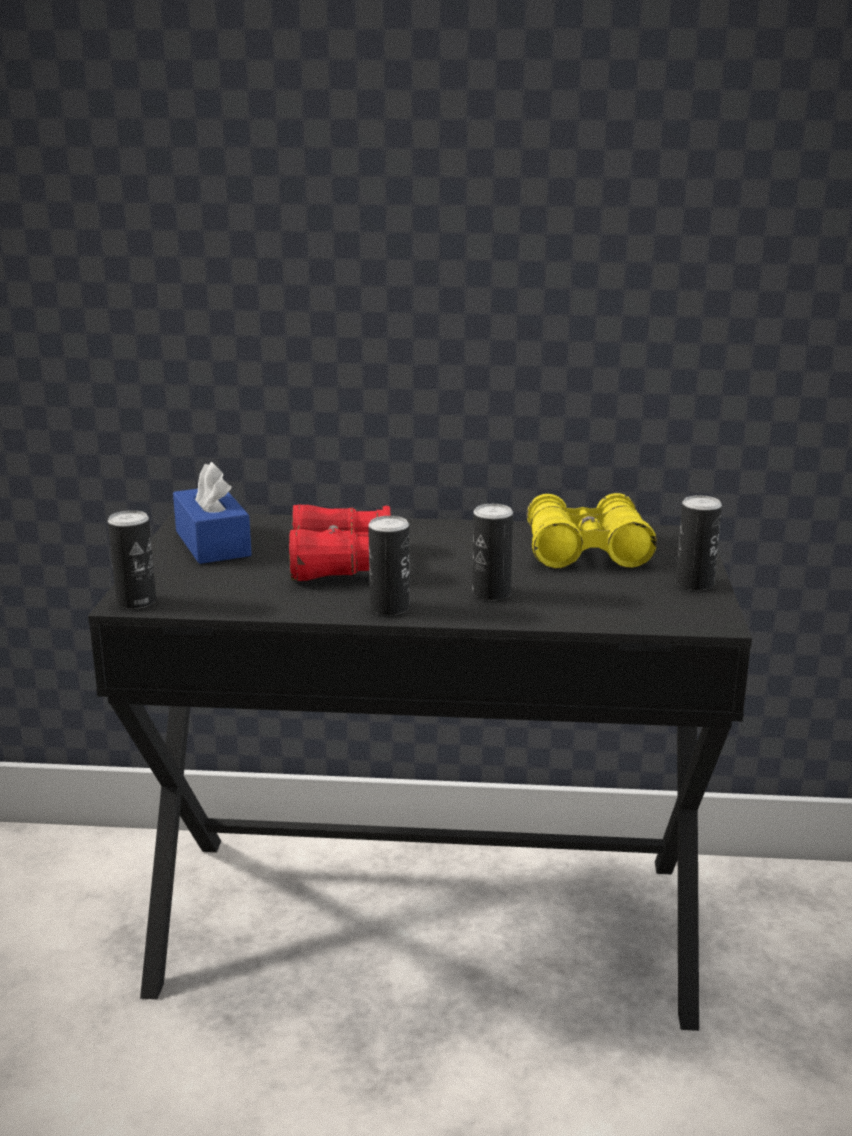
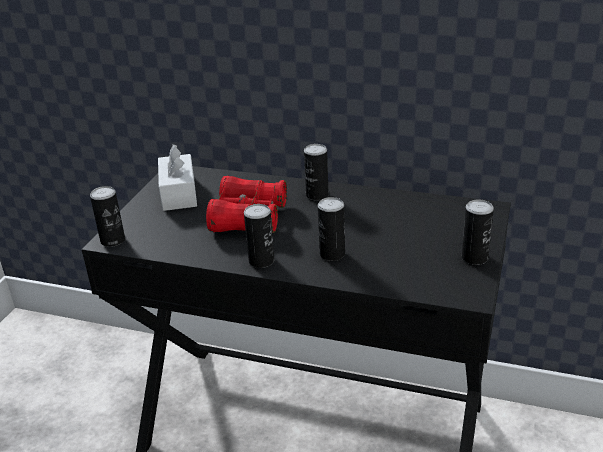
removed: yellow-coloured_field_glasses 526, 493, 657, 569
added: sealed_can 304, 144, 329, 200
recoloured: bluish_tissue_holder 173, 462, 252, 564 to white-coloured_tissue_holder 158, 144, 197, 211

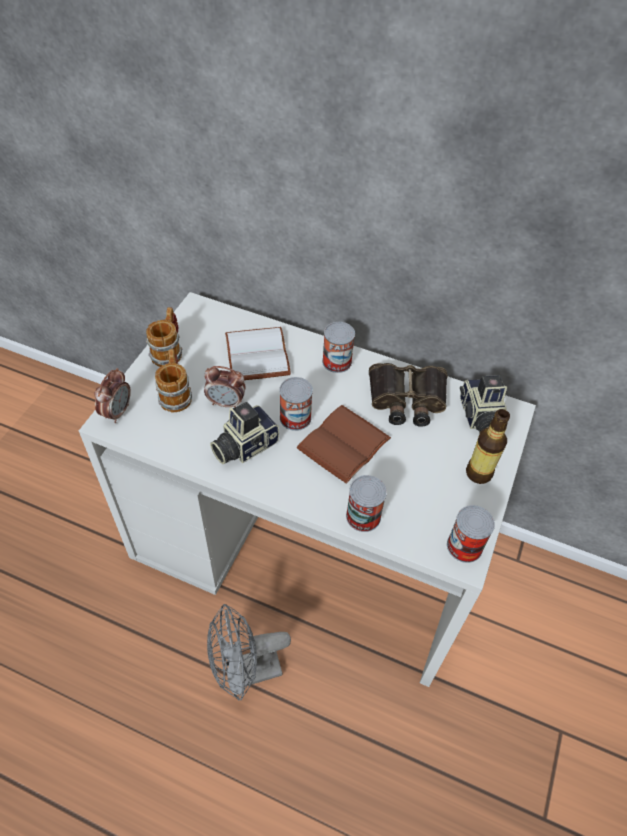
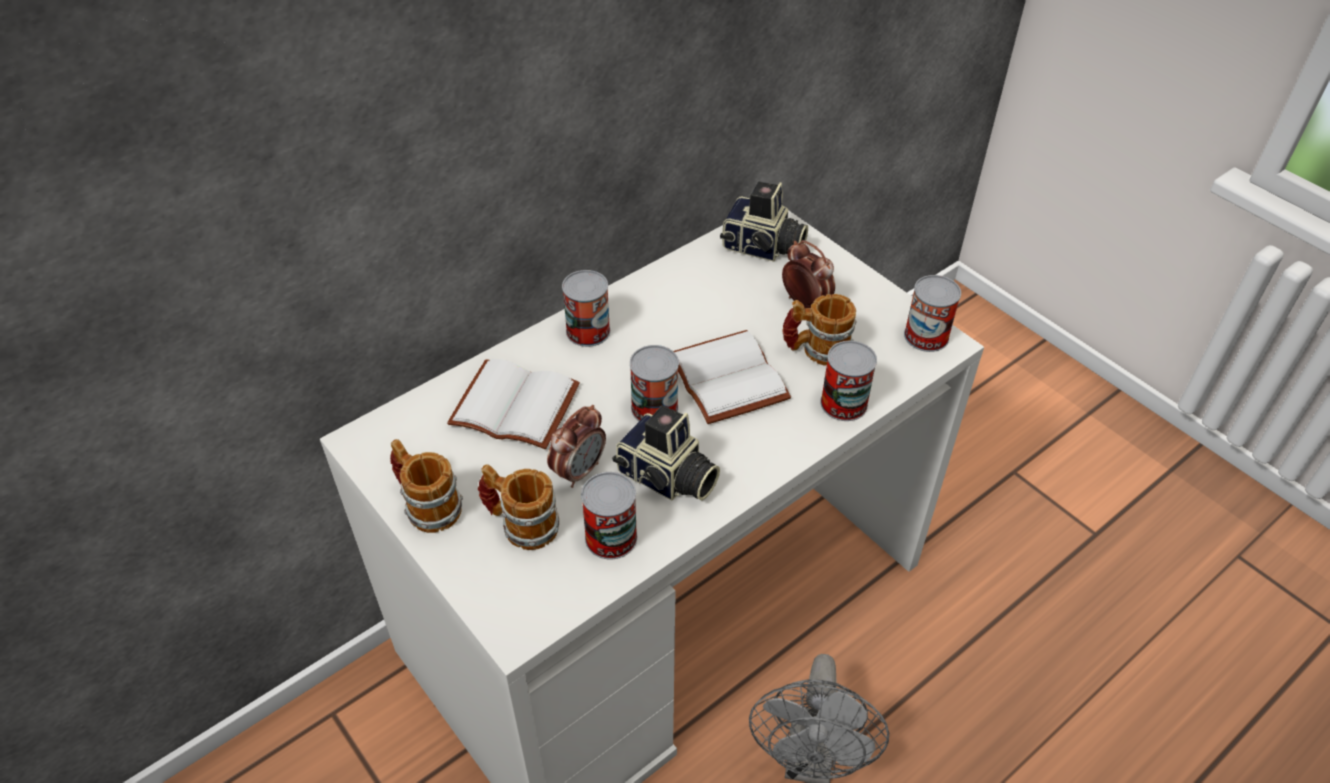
removed: field_glasses 369, 363, 448, 427; bottle 466, 409, 510, 484
added: sealed_can 581, 472, 637, 559; coffee_mug 782, 294, 856, 365
moved: table_clock 94, 368, 131, 423 to 782, 240, 835, 308
recoloured: brownish_book 297, 405, 391, 484 to white-coloured_book 673, 330, 791, 424
turned: photo_camera 210, 402, 279, 464 = 612, 406, 720, 501 45 degrees counterclockwise

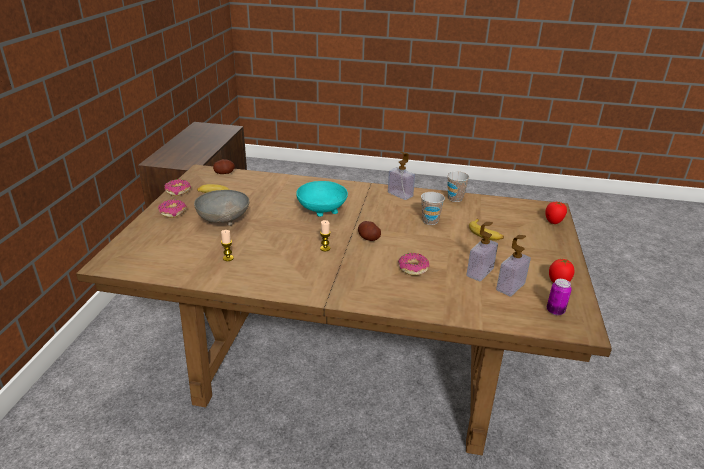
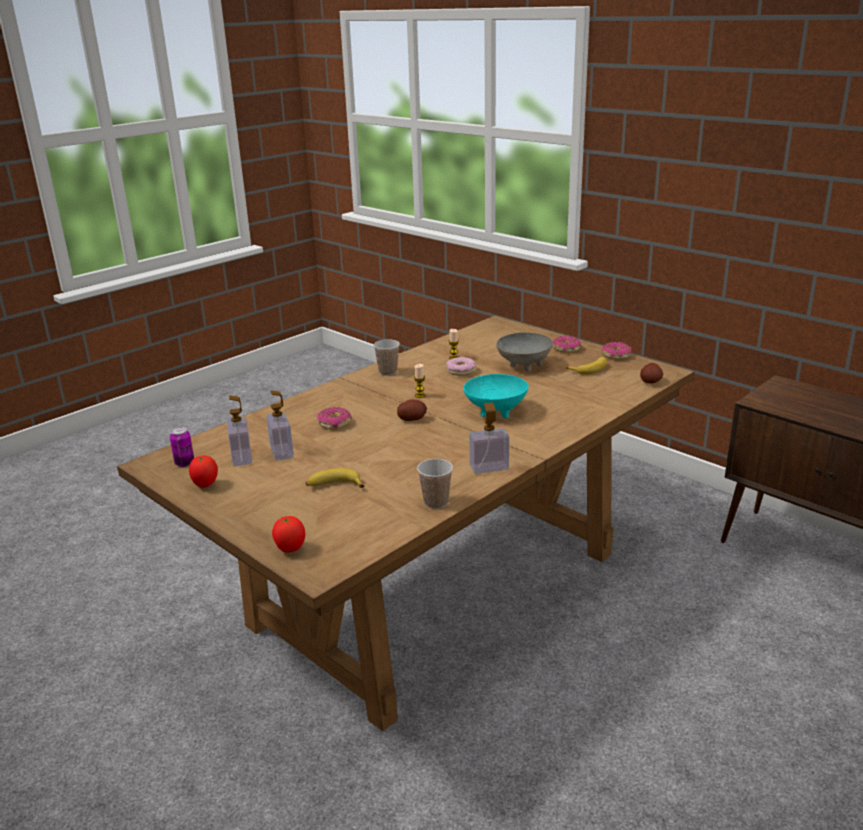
added: ring_doughnut 446, 357, 476, 376
moved: drinking_cup 421, 192, 445, 225 to 373, 339, 400, 376

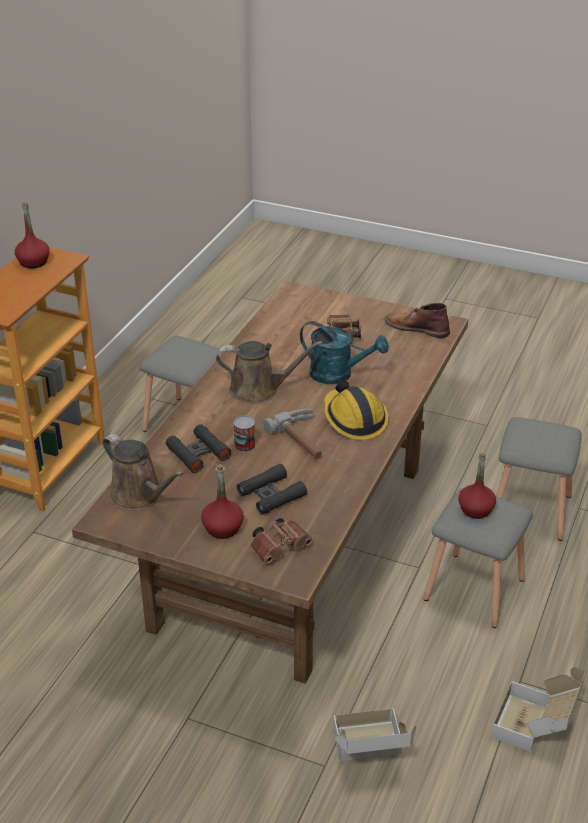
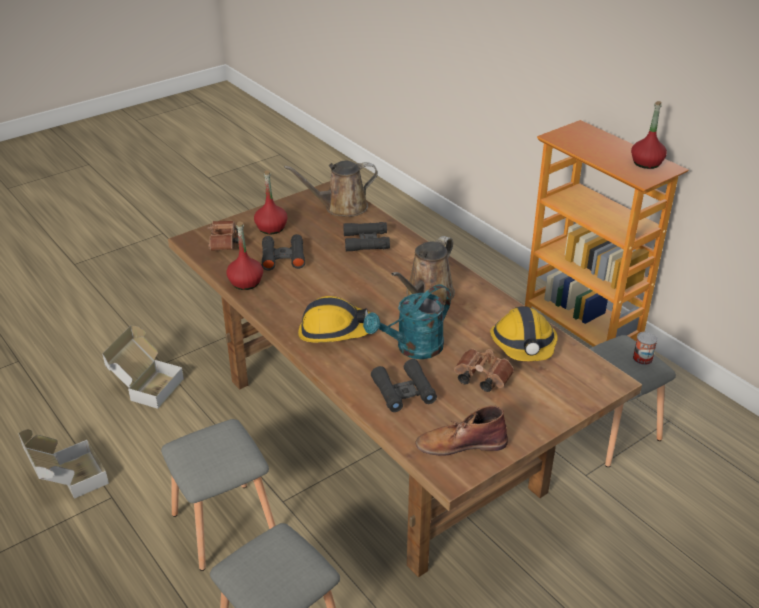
removed: tool_hammer 263, 409, 322, 459
added: black-coloured_field_glasses 371, 359, 437, 412; safety_helmet 490, 306, 558, 361
moved: sealed_can 234, 416, 256, 452 to 633, 332, 658, 365; reddish_bottle 459, 453, 496, 519 to 227, 222, 263, 290
turned: brownish_tall_boot 384, 303, 450, 338 = 415, 406, 508, 456 150 degrees counterclockwise

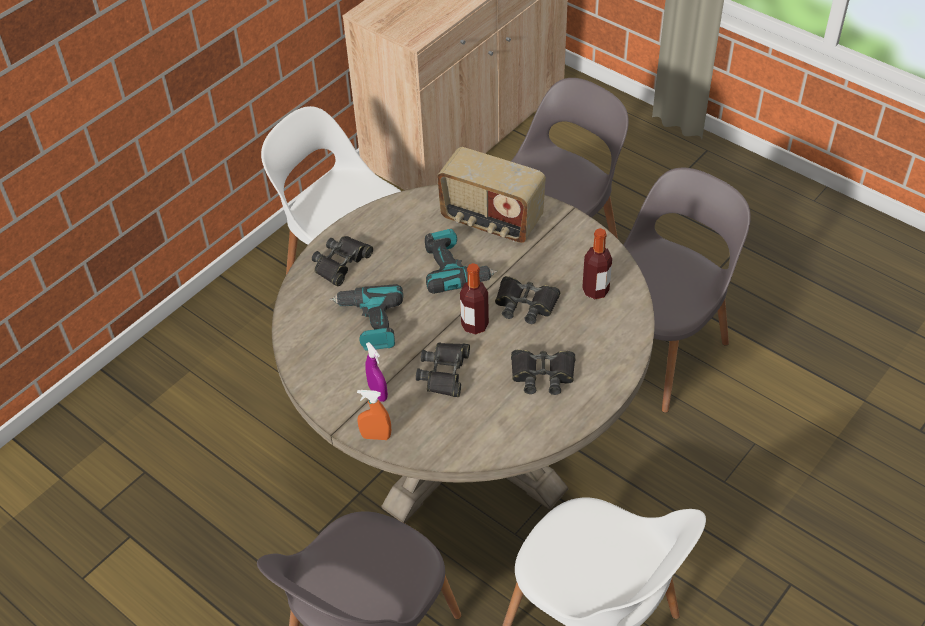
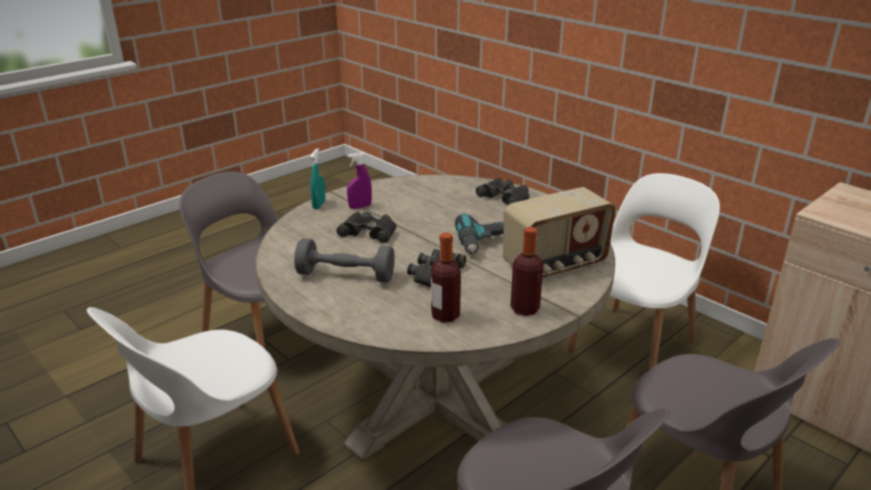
removed: drill 330, 284, 403, 351
moved: bottle 460, 263, 489, 335 to 511, 227, 543, 316
replaced: black-coloured_field_glasses 511, 349, 575, 395 to gray_free_weight 294, 238, 395, 283
recoloured: orange-coloured_spray_bottle 357, 390, 391, 440 to turquoise_spray_bottle 310, 148, 325, 209
turned: radio_receiver 437, 147, 546, 243 = 503, 187, 616, 278 150 degrees counterclockwise

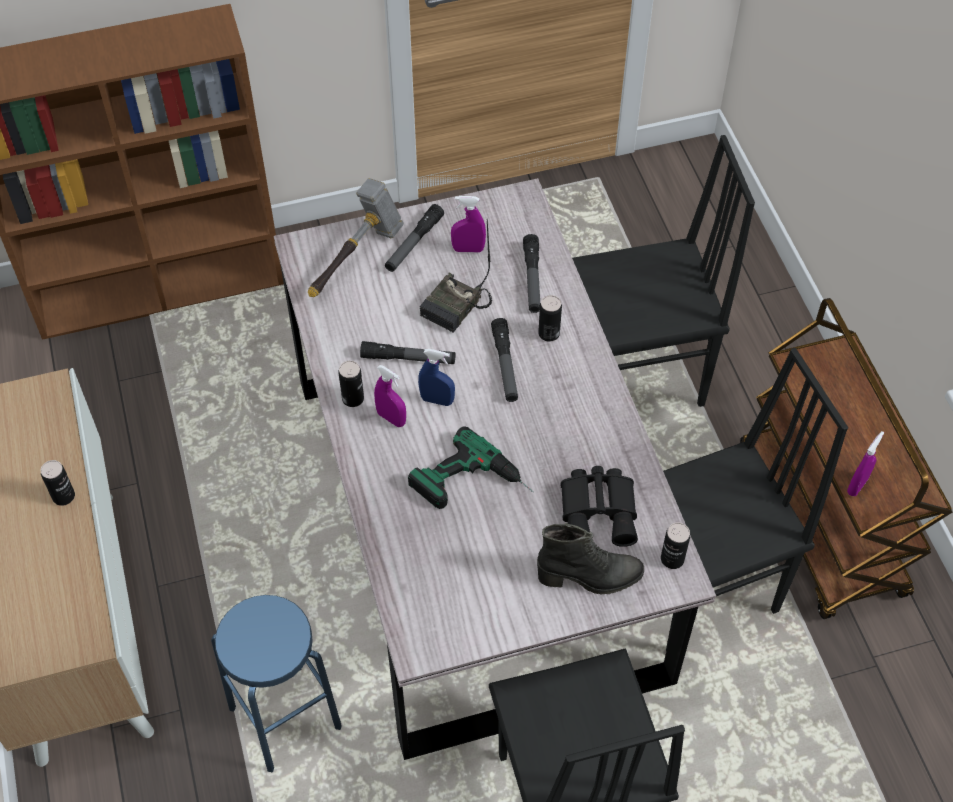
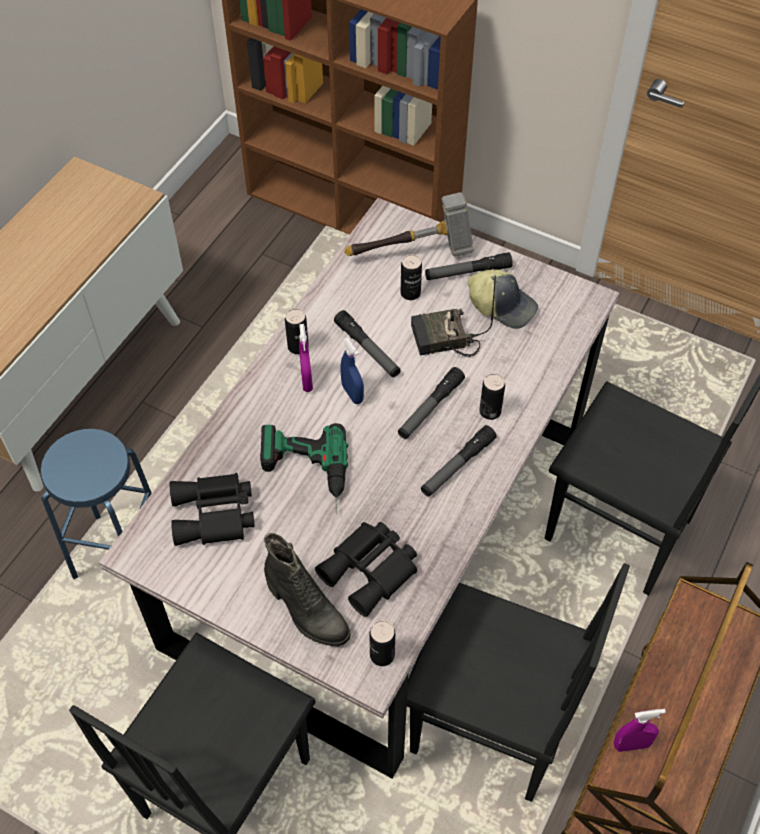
added: black-coloured_field_glasses 170, 473, 255, 546
moved: sealed_can 41, 460, 75, 506 to 401, 254, 422, 300; torch 523, 234, 540, 313 to 421, 425, 497, 497
replaced: purplish_spray_bottle 451, 196, 486, 252 to cap 468, 269, 538, 329

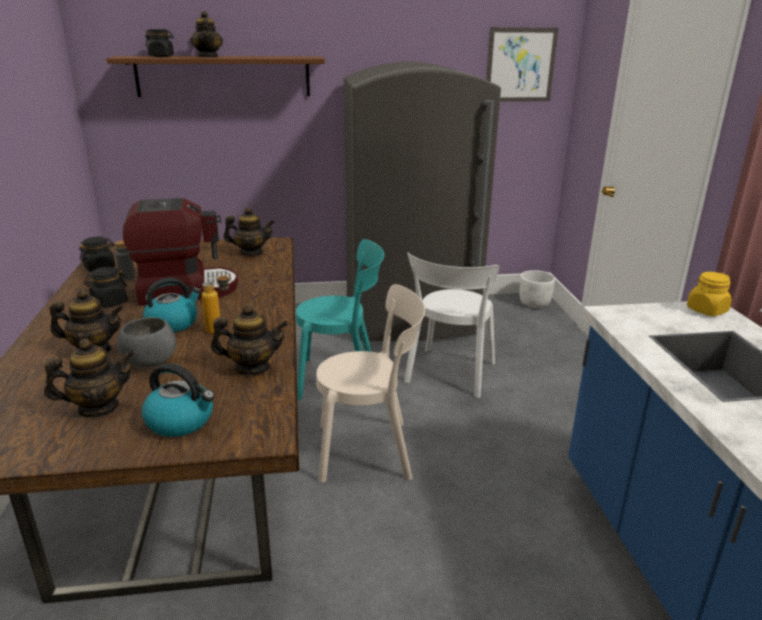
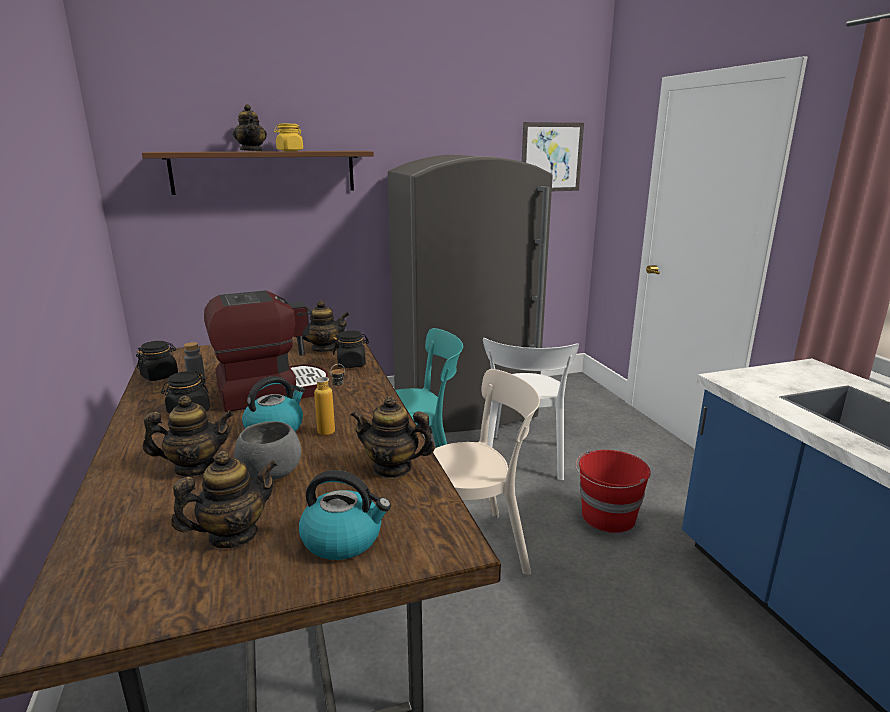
removed: white-coloured_planter 520, 270, 555, 308
added: reddish_pail 576, 450, 651, 533
moved: black-coloured_storage_jar 145, 29, 174, 57 to 333, 331, 369, 368; yellow-coloured_storage_jar 687, 272, 732, 316 to 274, 124, 303, 151
turned: pot_for_tea 211, 304, 288, 375 = 351, 396, 435, 479 150 degrees counterclockwise

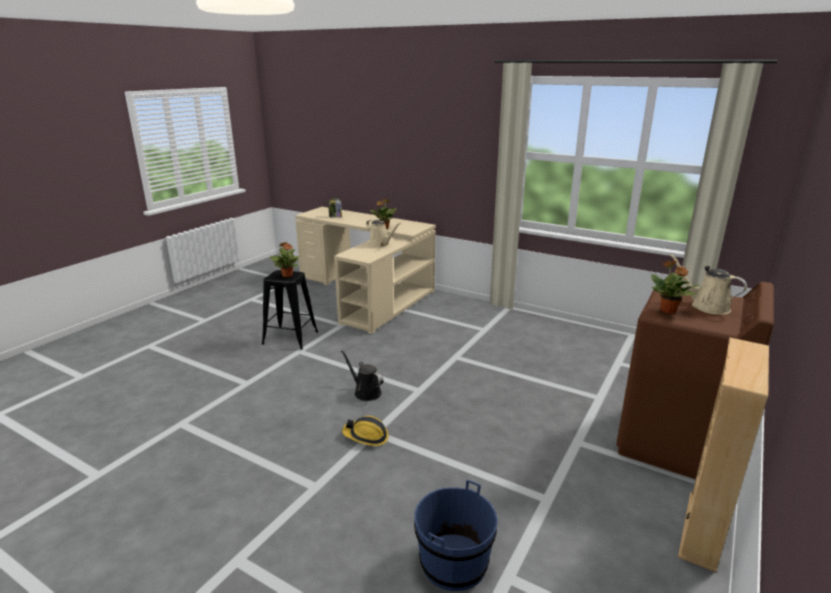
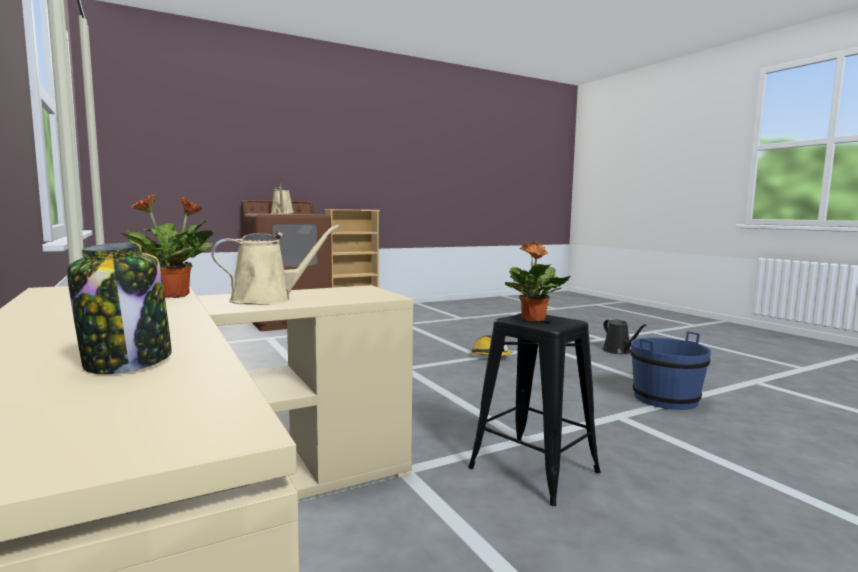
removed: plant_in_a_pot 651, 261, 700, 313
moved: black-coloured_watering_pot 341, 350, 383, 401 to 603, 319, 647, 354; bluish_pail 414, 479, 498, 591 to 630, 331, 711, 410
turned: sand-coloured_watering_pot 366, 220, 401, 247 = 211, 225, 339, 305 75 degrees clockwise

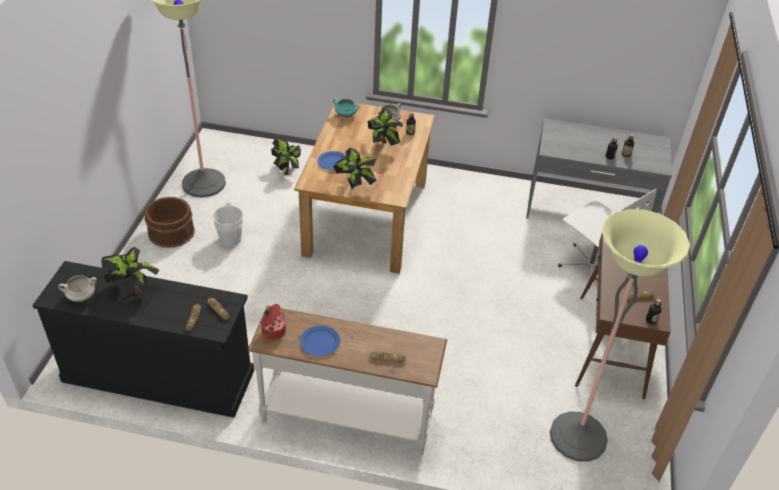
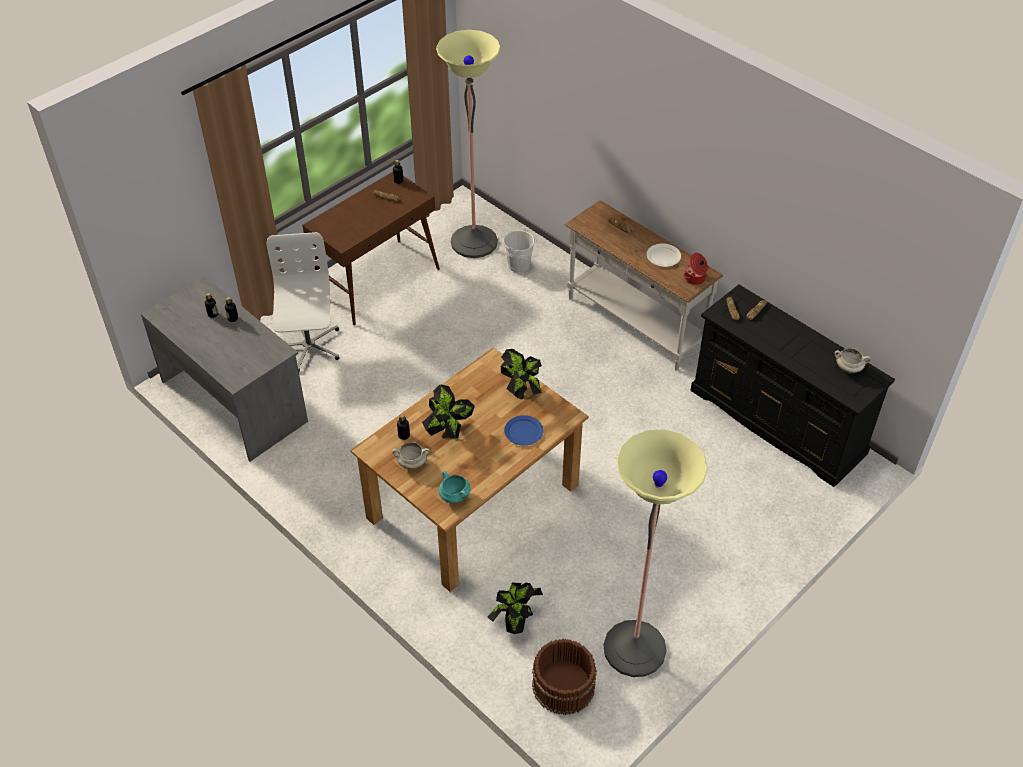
removed: plant_in_a_pot 101, 247, 159, 294
moved: brownish_pail 144, 197, 195, 248 to 532, 638, 597, 715; white-coloured_pail 208, 203, 243, 247 to 503, 228, 540, 273
recoloured: bluish_dinner_plate 300, 326, 340, 356 to white-coloured_dinner_plate 647, 243, 681, 267

